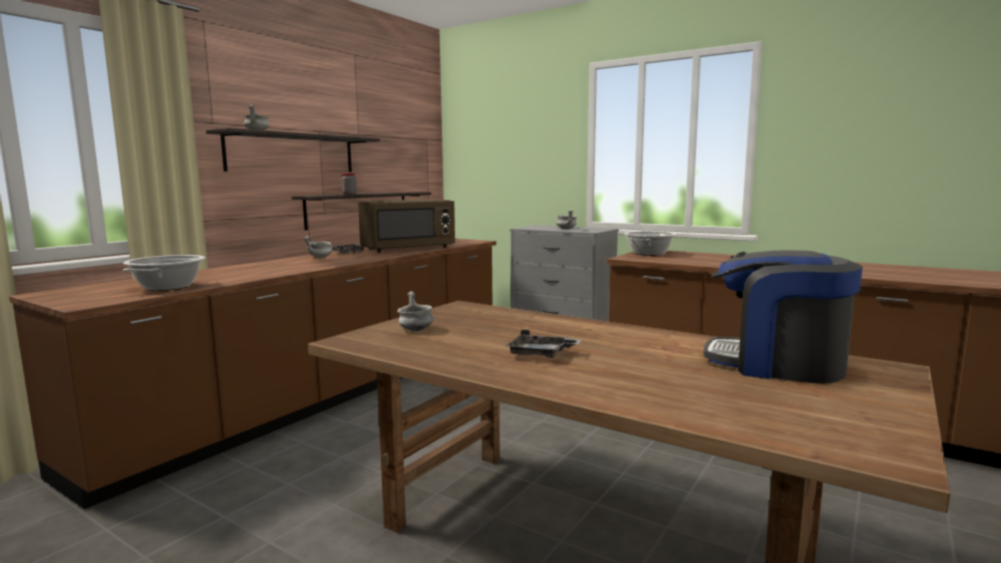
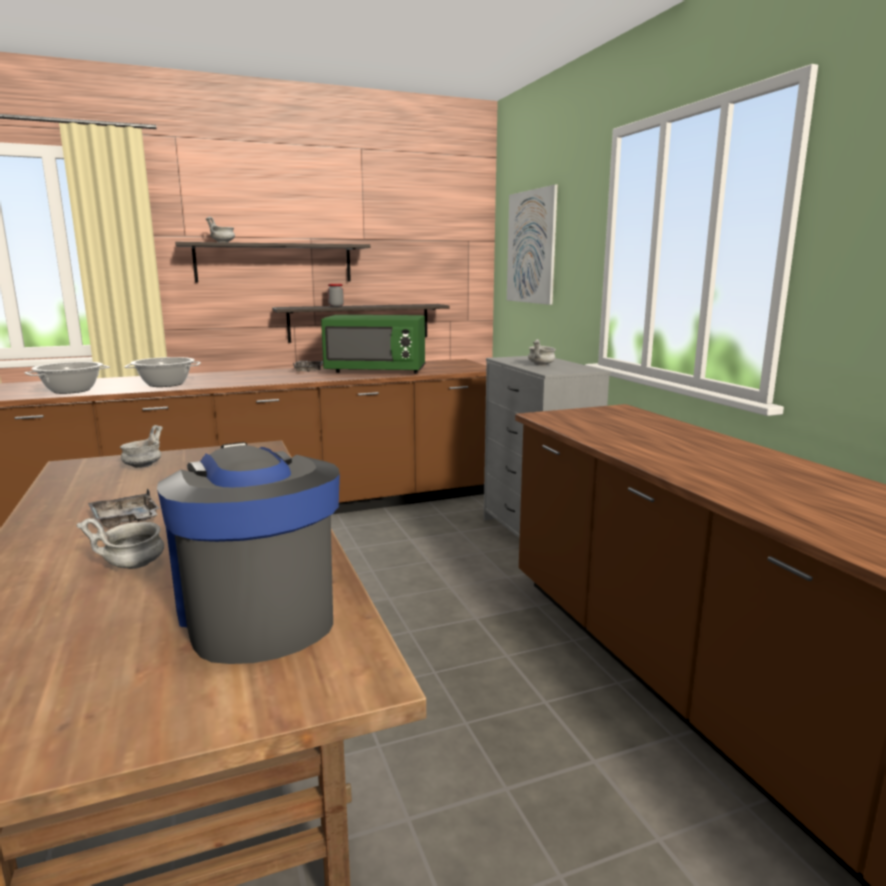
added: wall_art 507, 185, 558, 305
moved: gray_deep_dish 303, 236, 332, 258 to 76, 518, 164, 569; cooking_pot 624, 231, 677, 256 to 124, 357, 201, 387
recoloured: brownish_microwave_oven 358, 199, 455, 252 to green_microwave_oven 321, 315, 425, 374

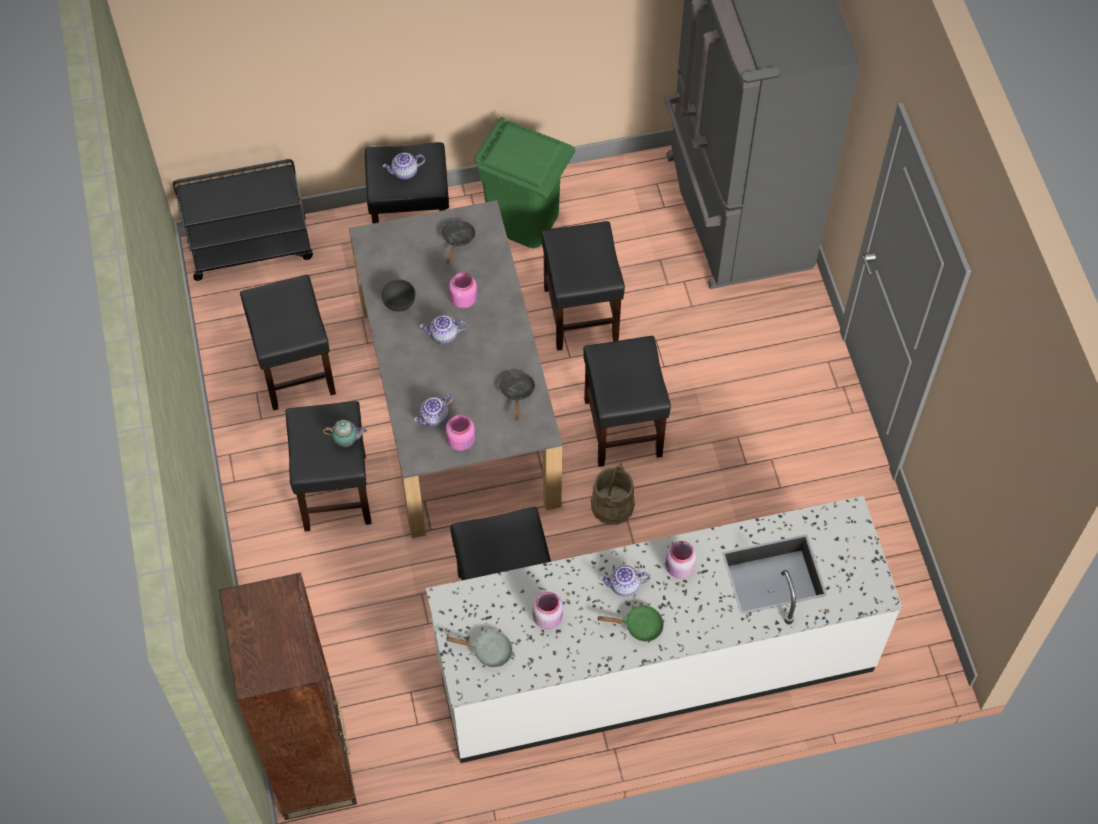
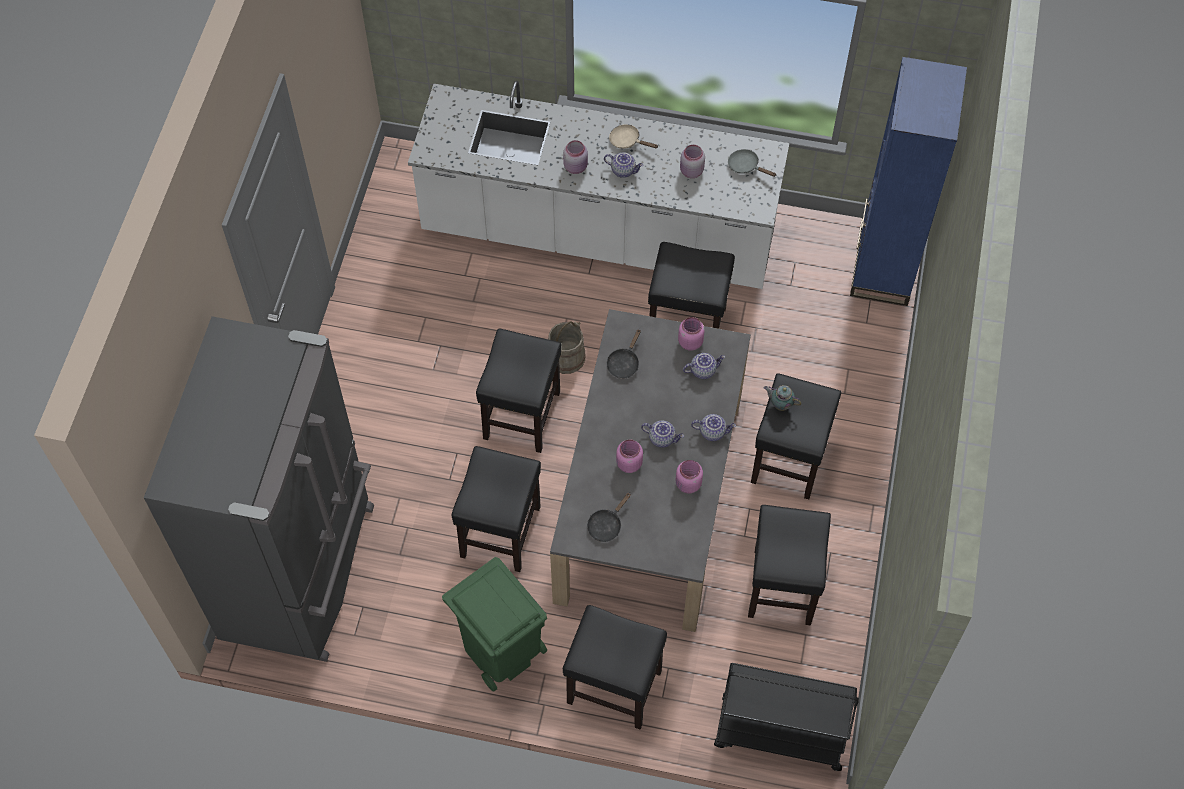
moved: pot_for_tea 383, 153, 425, 179 to 691, 414, 736, 441
replaced: gray_deep_dish 381, 279, 415, 312 to pink-coloured_storage_jar 676, 460, 703, 494
recoloured: brownish_bookcase 219, 573, 357, 820 to bluish_bookcase 850, 57, 967, 306; green_pan 598, 605, 664, 642 to sand-coloured_pan 609, 124, 658, 149

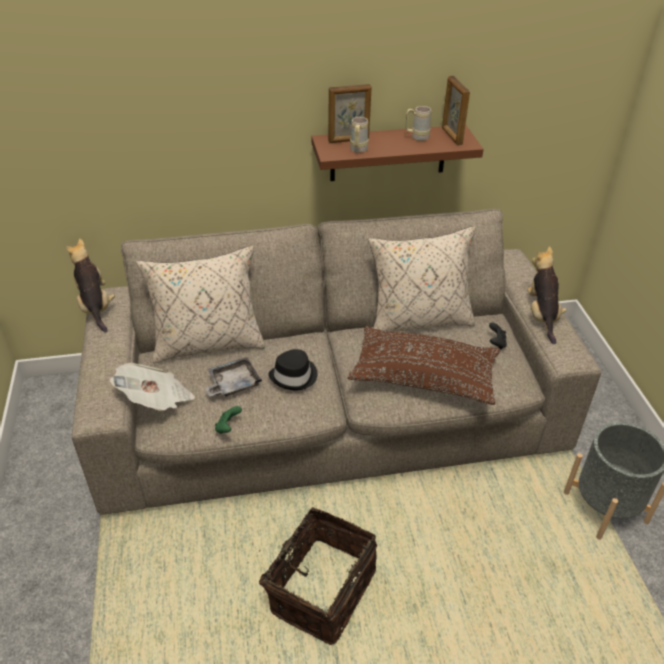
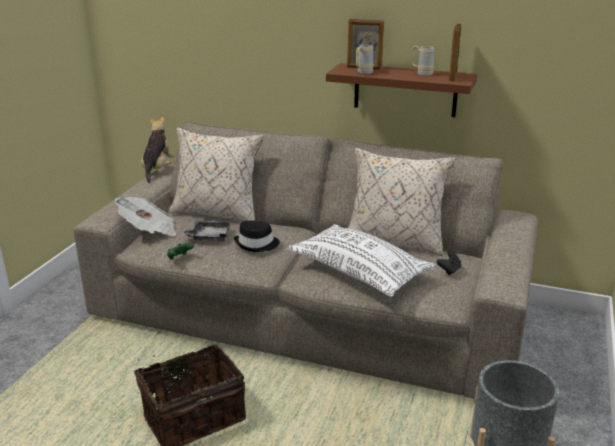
removed: cuddly_toy 527, 246, 567, 344
recoloured: brownish_pillow 348, 326, 500, 405 to white-coloured_pillow 287, 224, 436, 297

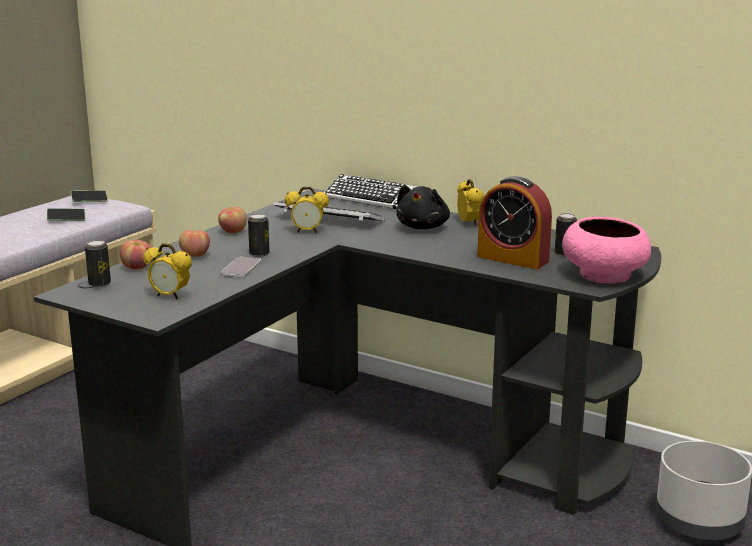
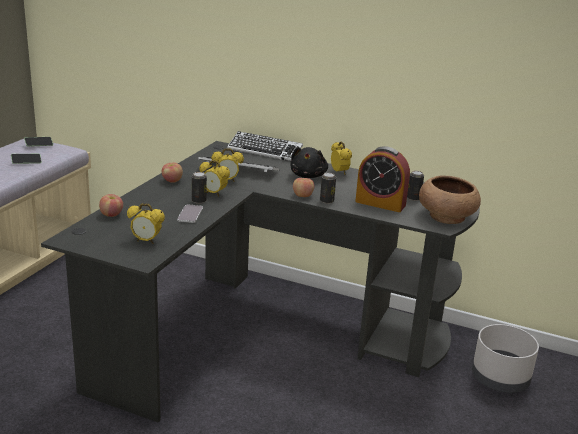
added: table_clock 199, 160, 230, 196
moved: sealed_can 85, 240, 111, 287 to 320, 173, 336, 204; apple 179, 230, 210, 257 to 293, 178, 314, 197
recoloured: pink-coloured_deep_dish 562, 217, 651, 283 to brownish_deep_dish 419, 175, 481, 224

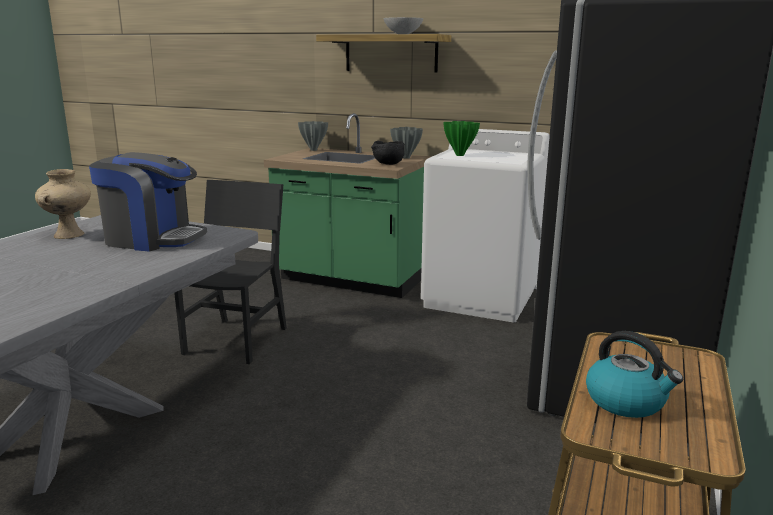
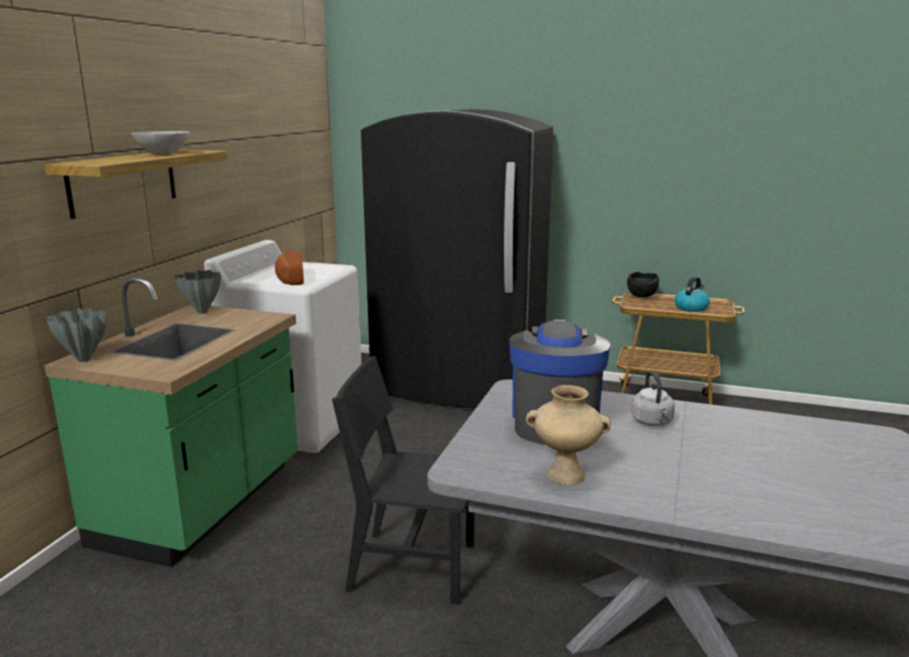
added: gray_tea_kettle 631, 371, 675, 426
moved: black-coloured_deep_dish 371, 141, 405, 165 to 627, 272, 659, 298
replaced: green_vase 443, 121, 480, 156 to bakery_bread 275, 251, 304, 285

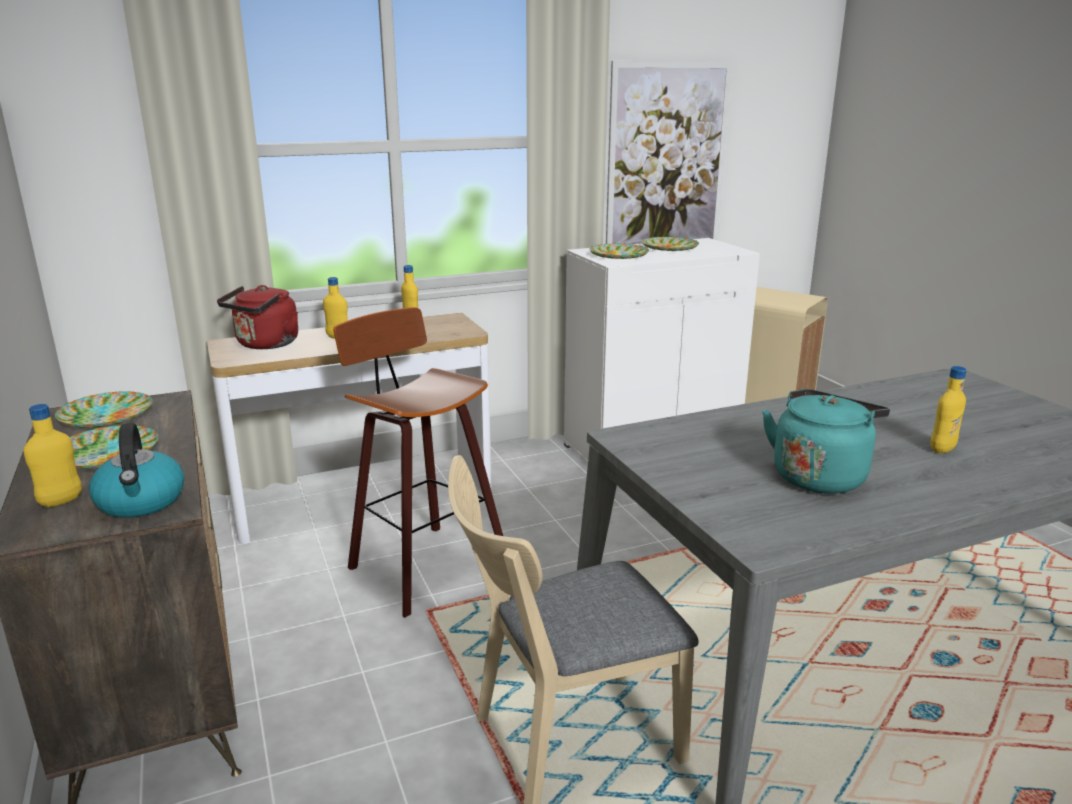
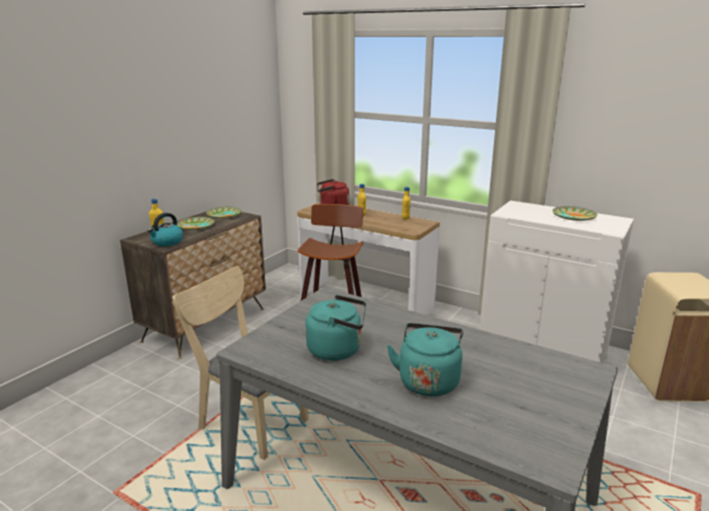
removed: dinner_plate 590, 244, 649, 259; wall_art 606, 61, 732, 244
replaced: yellow-coloured_bottle 930, 366, 966, 453 to turquoise_tea_kettle 387, 323, 463, 397

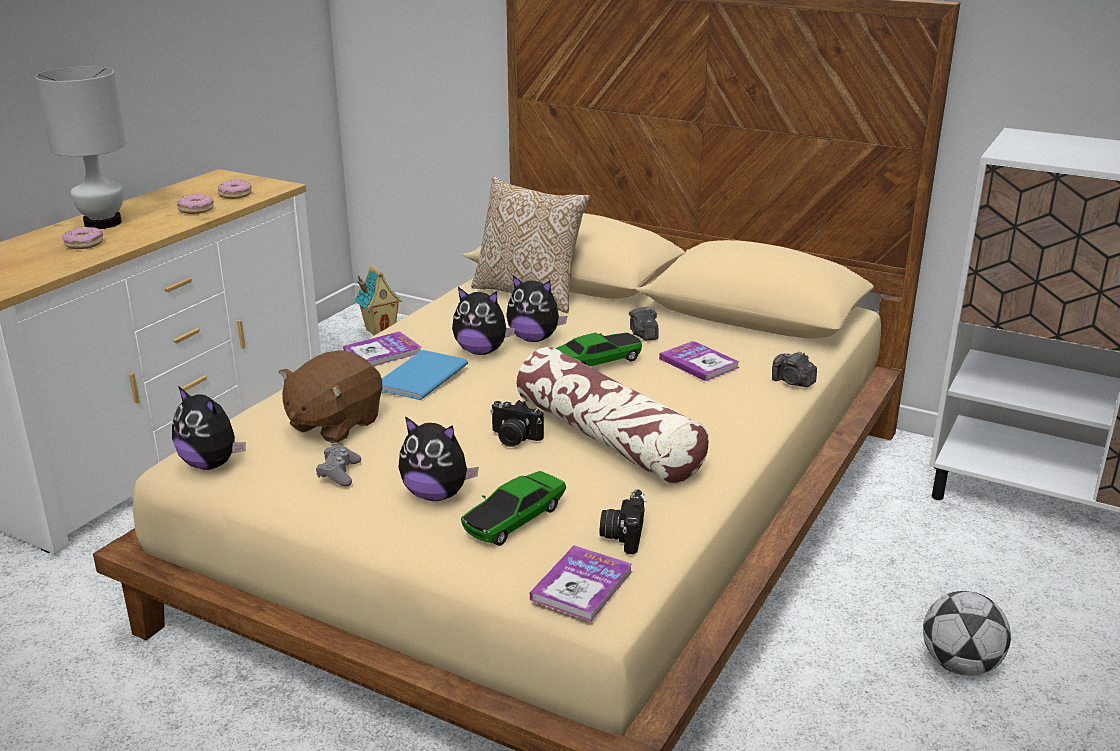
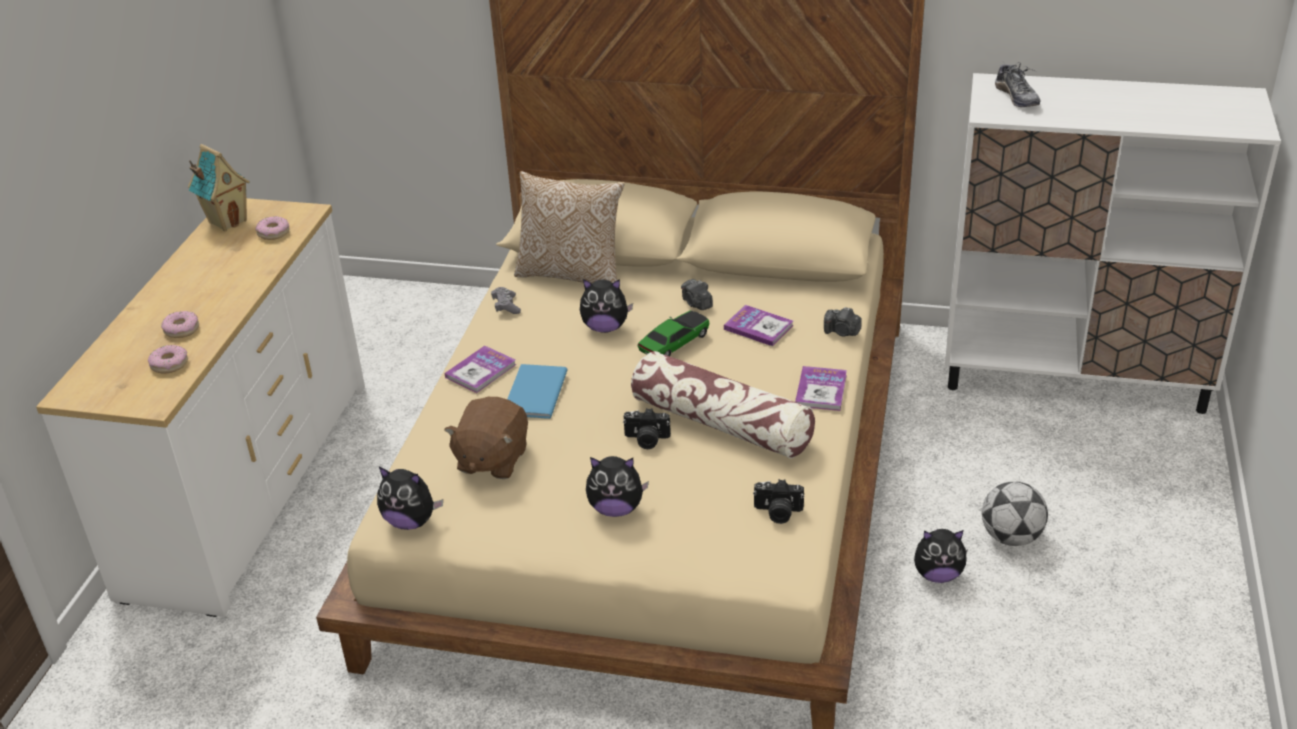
removed: white-coloured_tabletop_lamp 35, 67, 126, 229; model_car 461, 471, 566, 546
added: shoe 995, 61, 1040, 107
moved: ring_doughnut 177, 194, 214, 214 to 148, 345, 188, 374; gray_joypad 316, 445, 361, 486 to 491, 287, 521, 314; model_house 354, 265, 402, 335 to 188, 144, 250, 231; cuddly_toy 452, 287, 515, 355 to 914, 529, 968, 583; book 530, 546, 632, 621 to 795, 366, 847, 411
turned: photo_camera 600, 490, 647, 555 = 753, 479, 804, 524 75 degrees counterclockwise

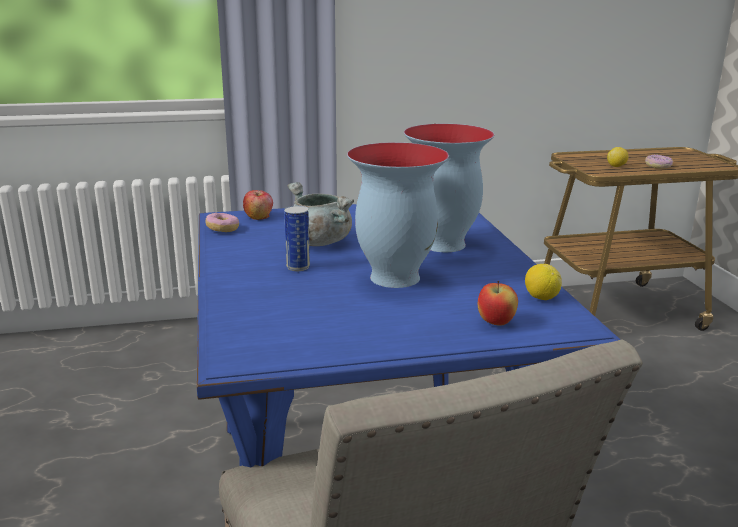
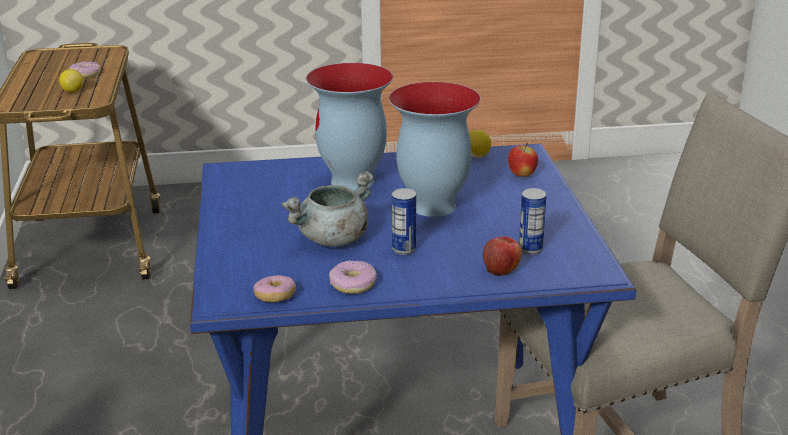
added: ring_doughnut 329, 260, 376, 294; sealed_can 519, 188, 547, 255
moved: apple 243, 190, 273, 220 to 483, 237, 522, 276

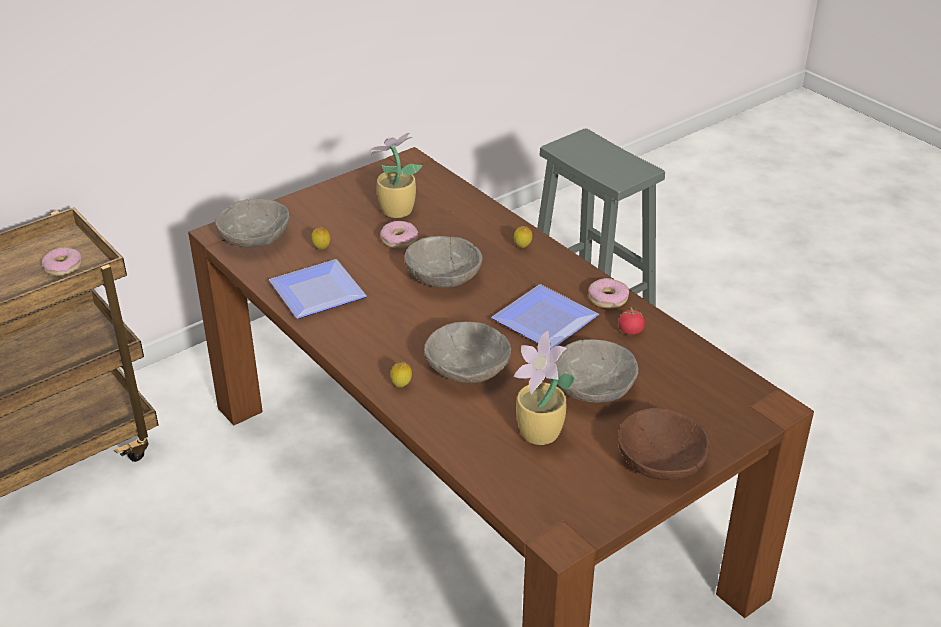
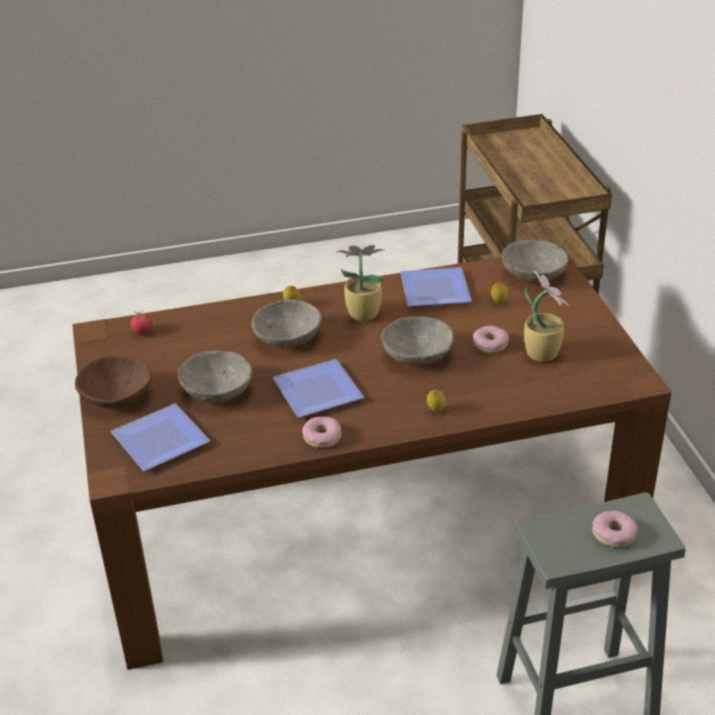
added: dinner_plate 111, 404, 210, 471
moved: ring_doughnut 42, 247, 82, 276 to 592, 511, 638, 548; plant_in_a_pot 513, 331, 575, 445 to 336, 245, 385, 321; fresh_tomato 618, 307, 645, 335 to 130, 310, 153, 334

